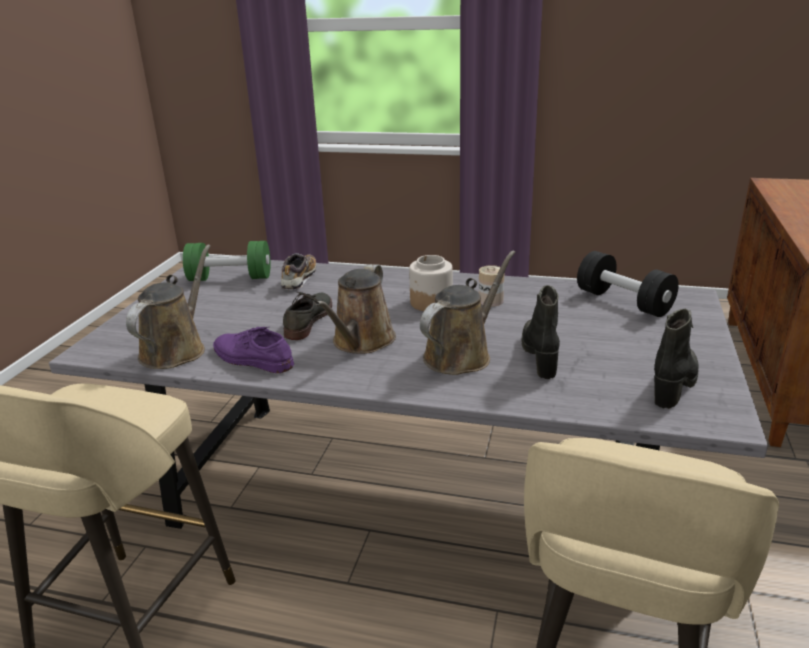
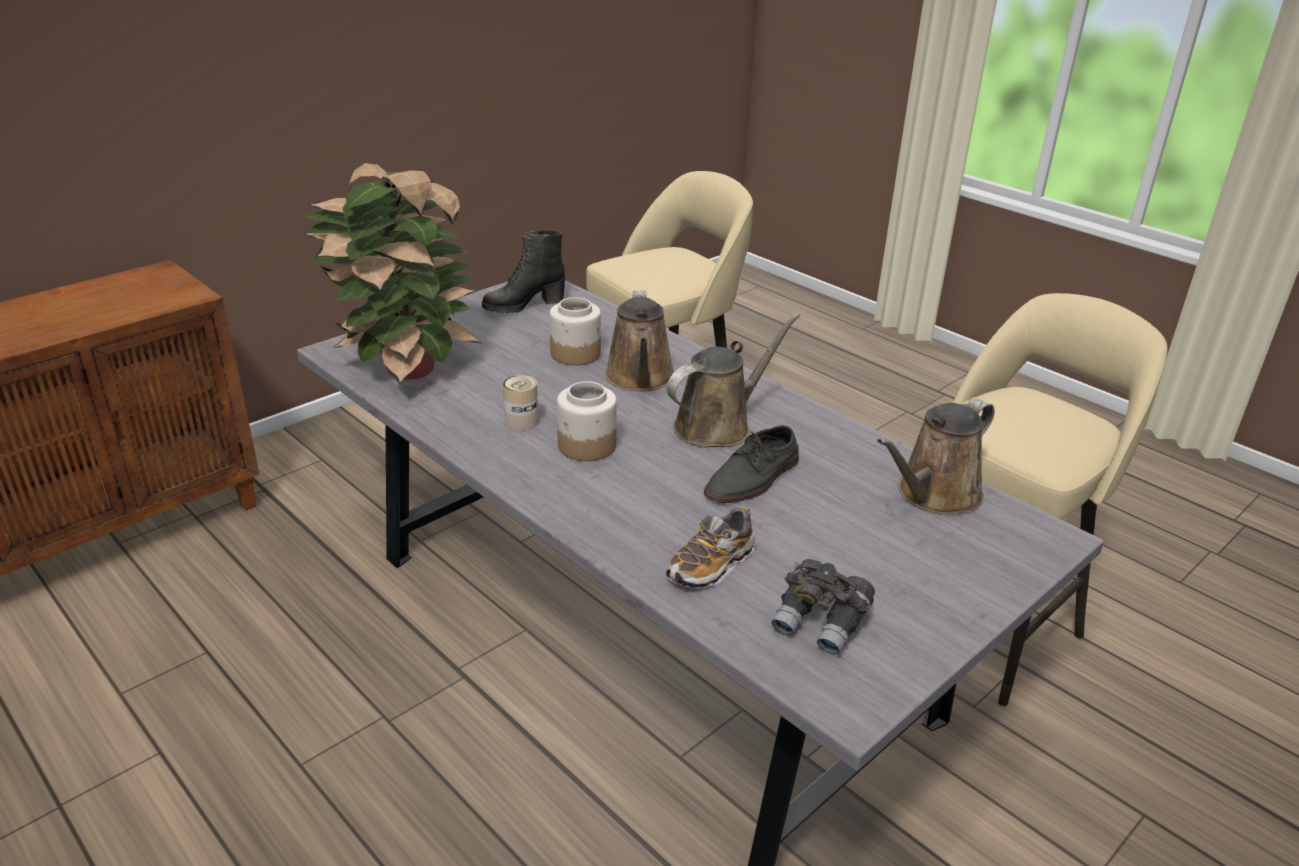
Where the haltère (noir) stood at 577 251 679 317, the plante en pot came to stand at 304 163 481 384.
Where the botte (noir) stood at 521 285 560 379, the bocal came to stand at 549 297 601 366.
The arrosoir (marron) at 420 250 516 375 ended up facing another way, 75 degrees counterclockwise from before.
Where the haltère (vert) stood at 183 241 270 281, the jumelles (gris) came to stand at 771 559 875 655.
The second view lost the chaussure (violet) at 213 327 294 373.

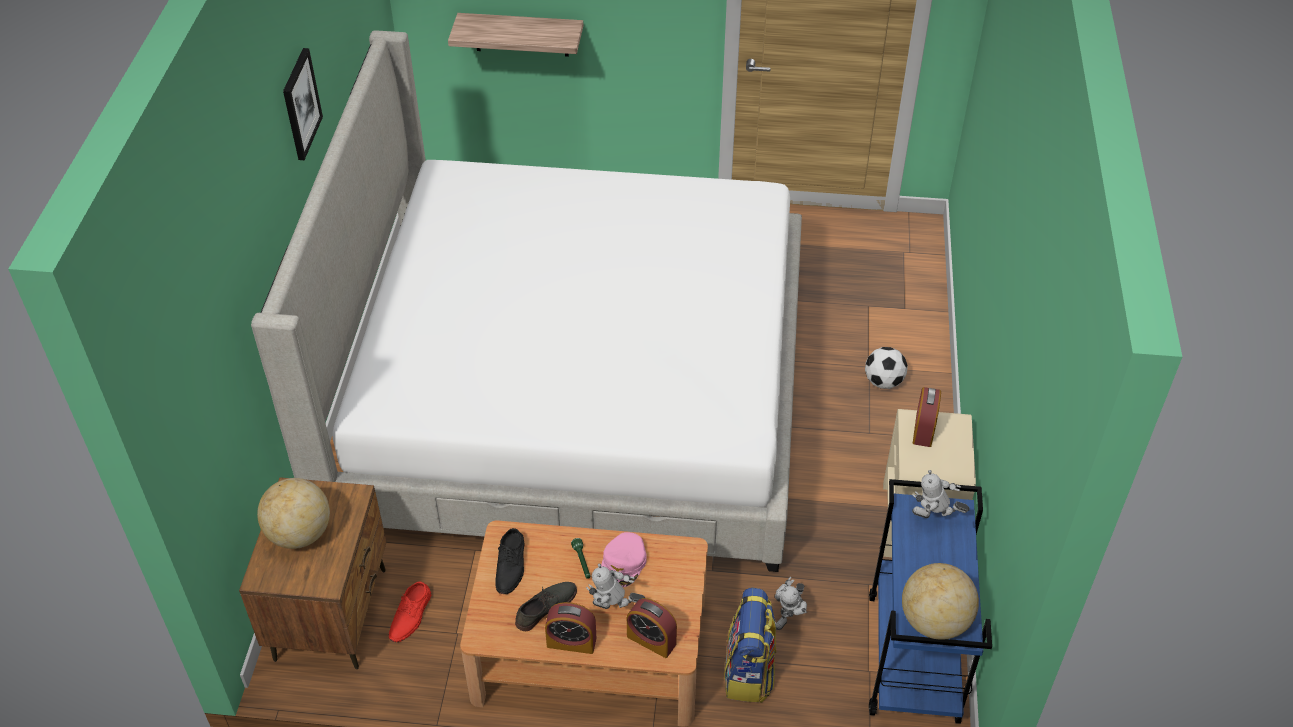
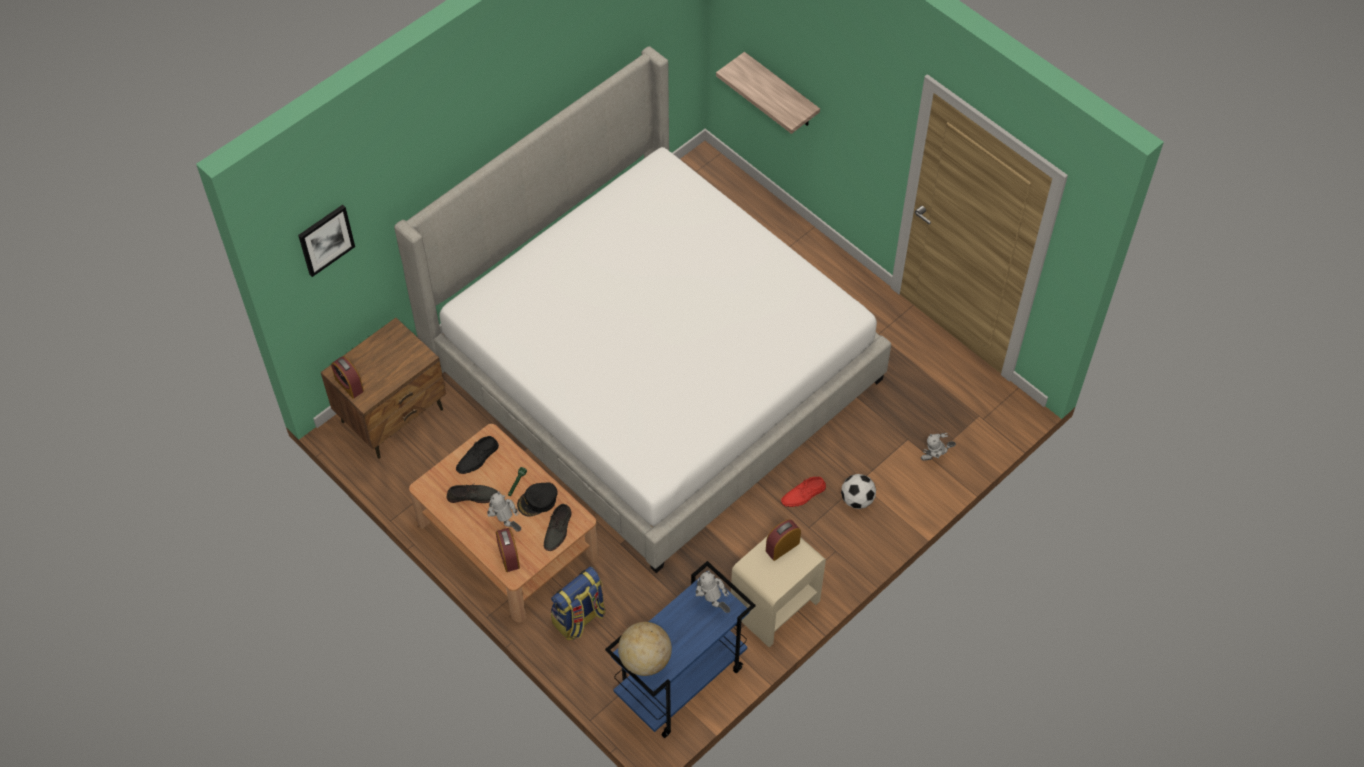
The tableau ended up elsewhere, having gone from 283 48 323 160 to 298 205 355 277.
The réveil ended up elsewhere, having gone from 545 602 596 654 to 331 356 364 399.
What was the casquette (rose) at 601 532 647 587 turned into the casquette (noir) at 517 483 558 516.
The second view gained the chaussure (gris) at 544 504 572 551.
The chaussure (rouge) ended up elsewhere, having gone from 389 582 431 642 to 781 477 826 507.
The robot jouet ended up elsewhere, having gone from 775 577 807 630 to 921 433 956 461.
The second view lost the globe at 257 478 330 549.

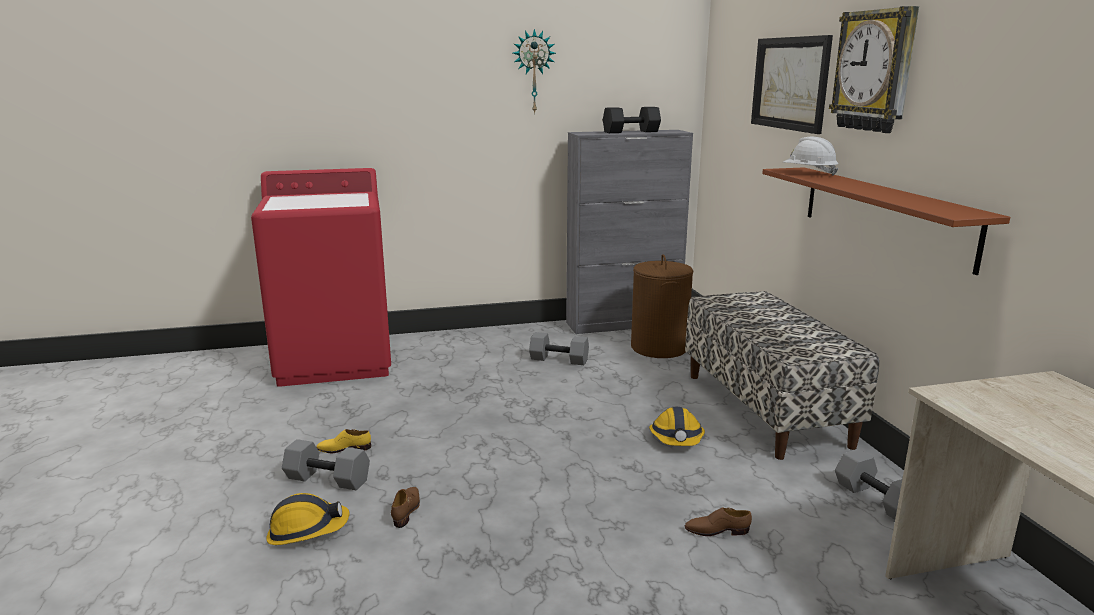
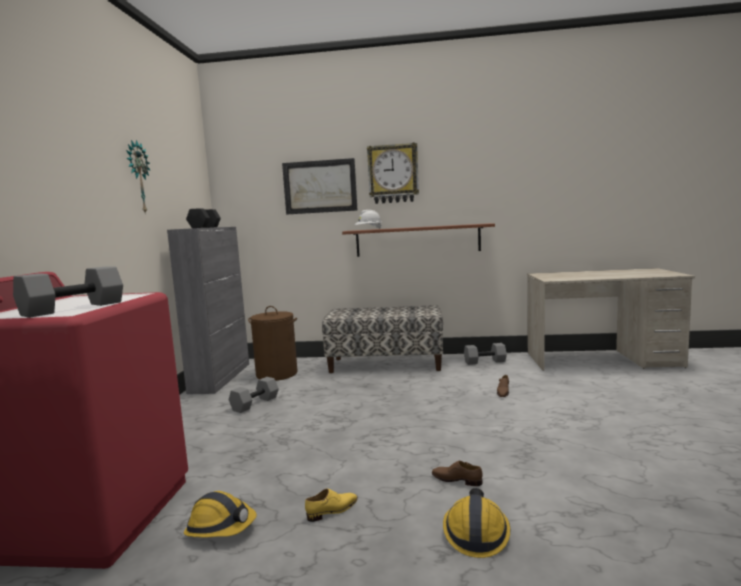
The haltère (gris) ended up elsewhere, having gone from 282 439 370 490 to 13 266 123 318.
The casque de chantier ended up elsewhere, having gone from 649 407 705 446 to 184 491 257 537.
The chaussure (jaune) at 317 429 371 453 ended up facing another way, 135 degrees counterclockwise from before.

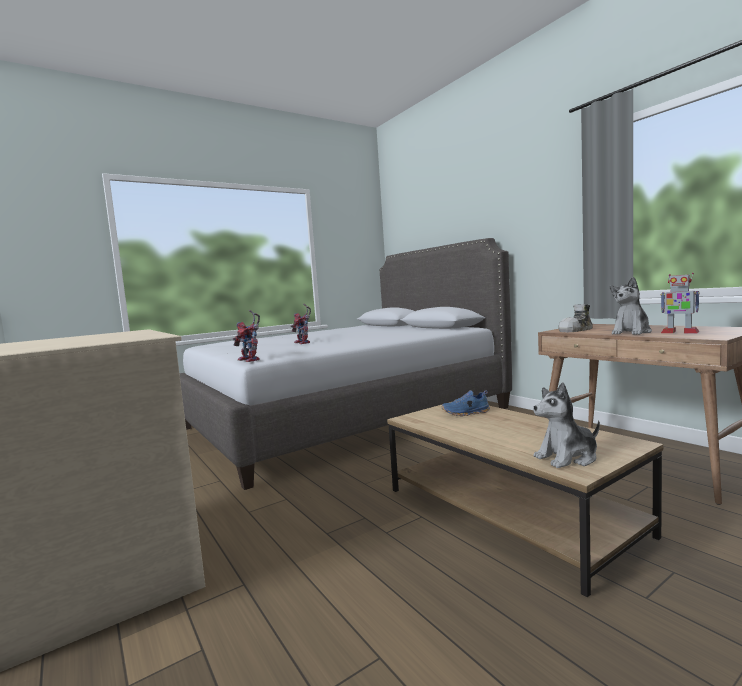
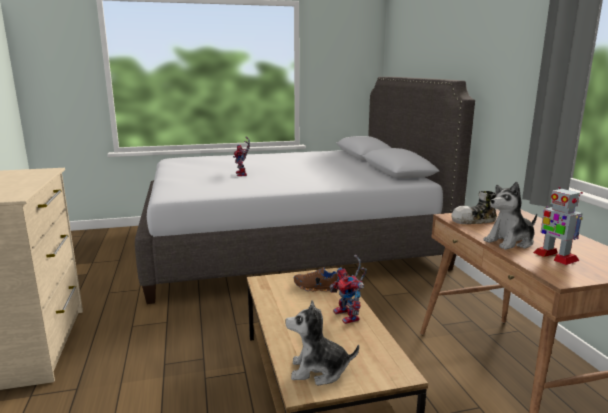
What was the chaussure (bleu) at 442 390 490 416 turned into the chaussure (marron) at 293 267 339 292.
The robot jouet ended up elsewhere, having gone from 232 310 260 362 to 330 255 367 324.

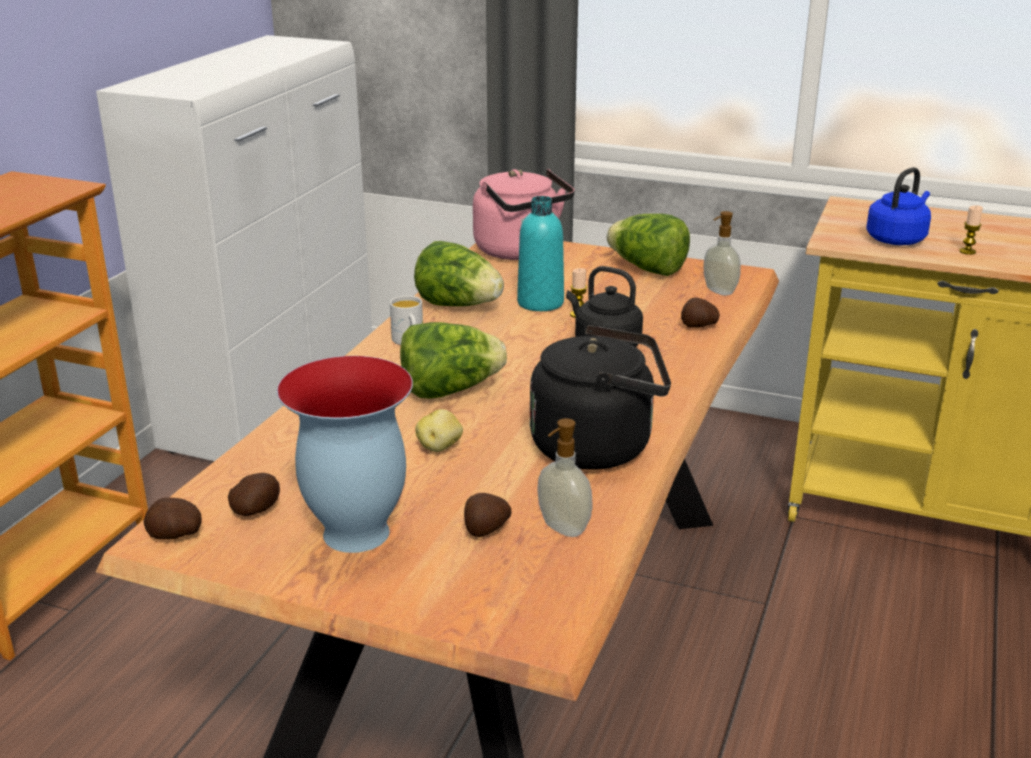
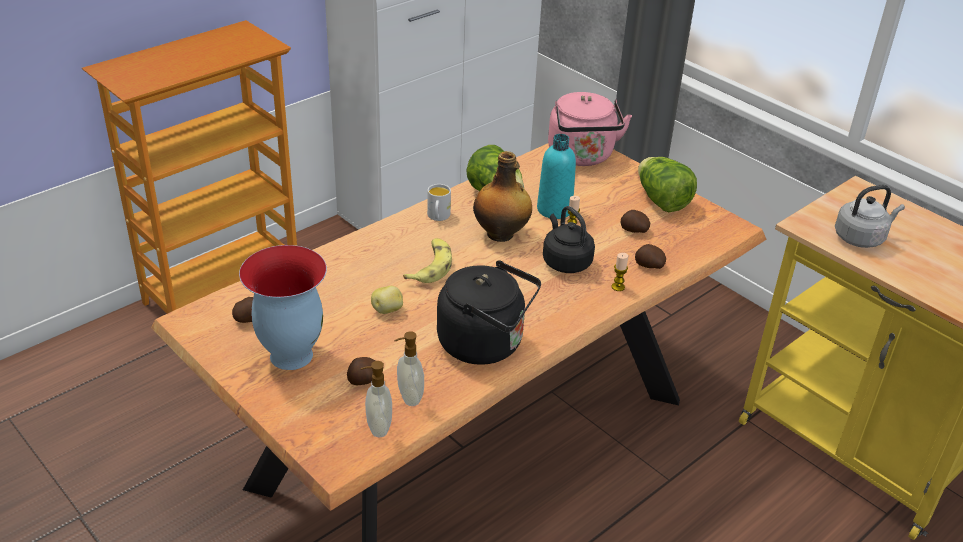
The distributeur de savon ended up elsewhere, having gone from 704 211 741 296 to 361 361 392 437.
Where the laitue stood at 400 322 507 399, the banane came to stand at 403 238 452 283.
The second view gained the bouteille at 473 151 532 242.
The bougie ended up elsewhere, having gone from 959 205 983 255 to 611 253 628 291.
The pomme de terre ended up elsewhere, having gone from 143 497 202 539 to 621 210 650 233.
What was the bouilloire (bleu) at 866 167 931 245 turned into the bouilloire (gris) at 835 185 905 248.

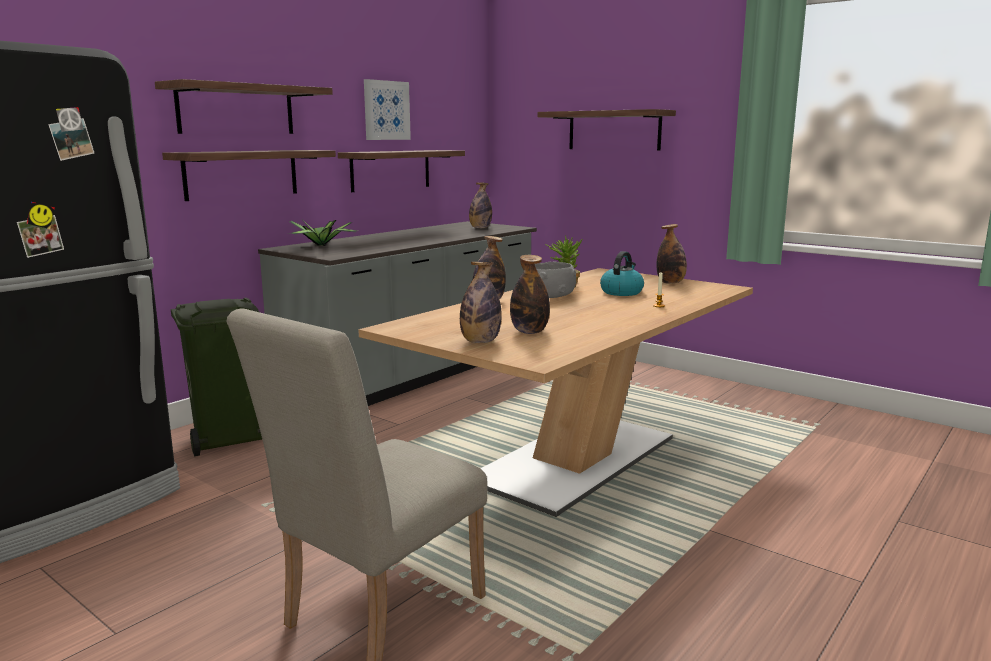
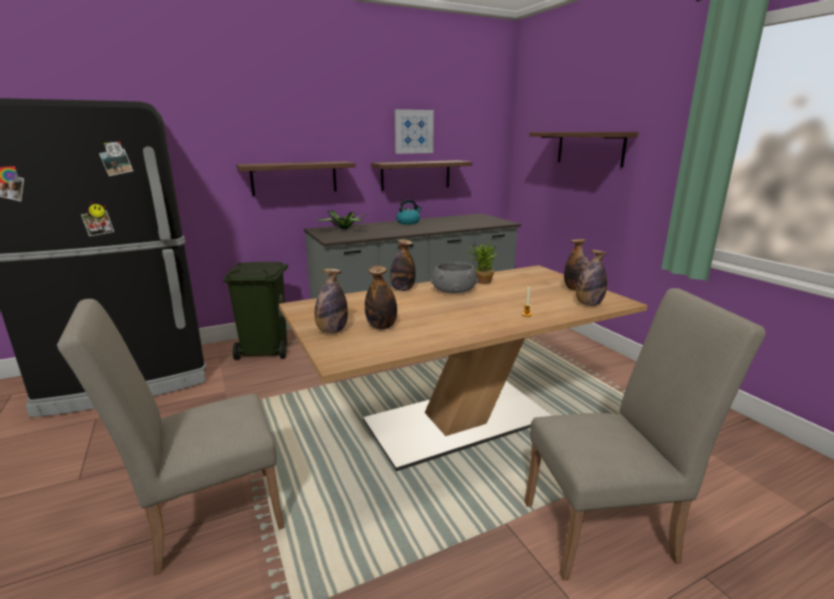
The bouilloire ended up elsewhere, having gone from 600 251 644 296 to 396 200 421 225.
The second view gained the chaise (beige) at 524 288 766 581.
The bouteille ended up elsewhere, having gone from 469 183 492 228 to 576 250 607 306.
The second view lost the étagère at 155 79 333 134.

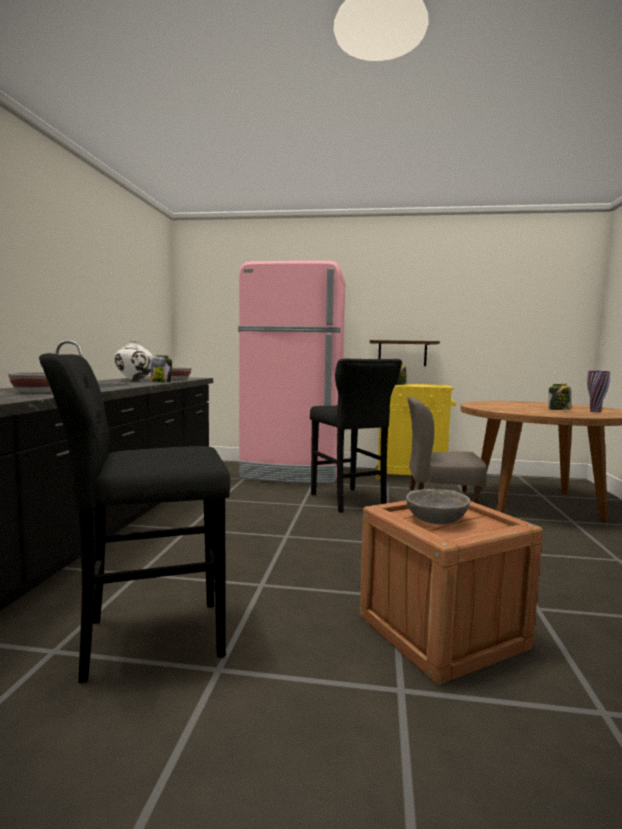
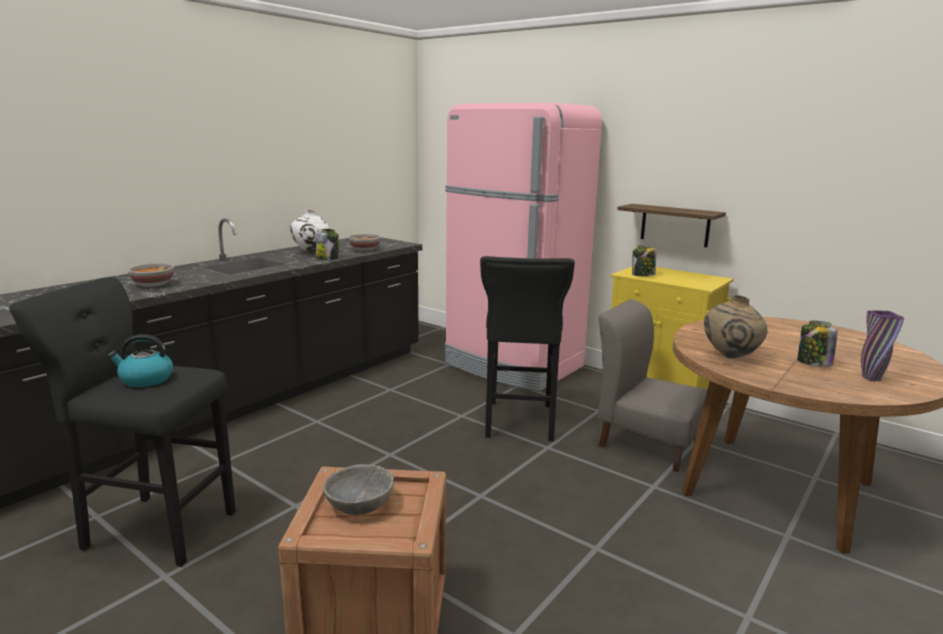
The second view gained the bouilloire at 108 334 173 387.
The second view gained the vase (beige) at 704 295 768 358.

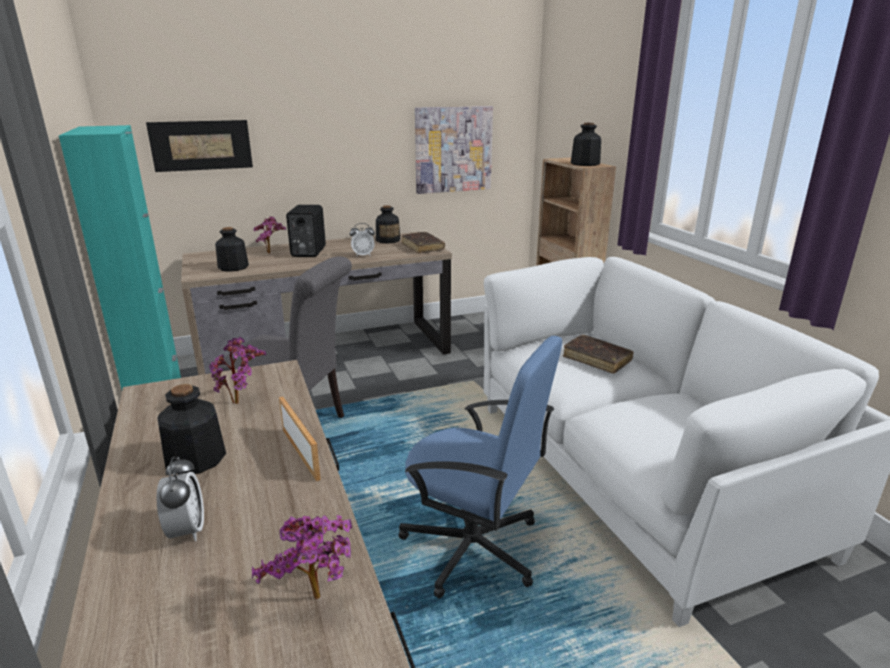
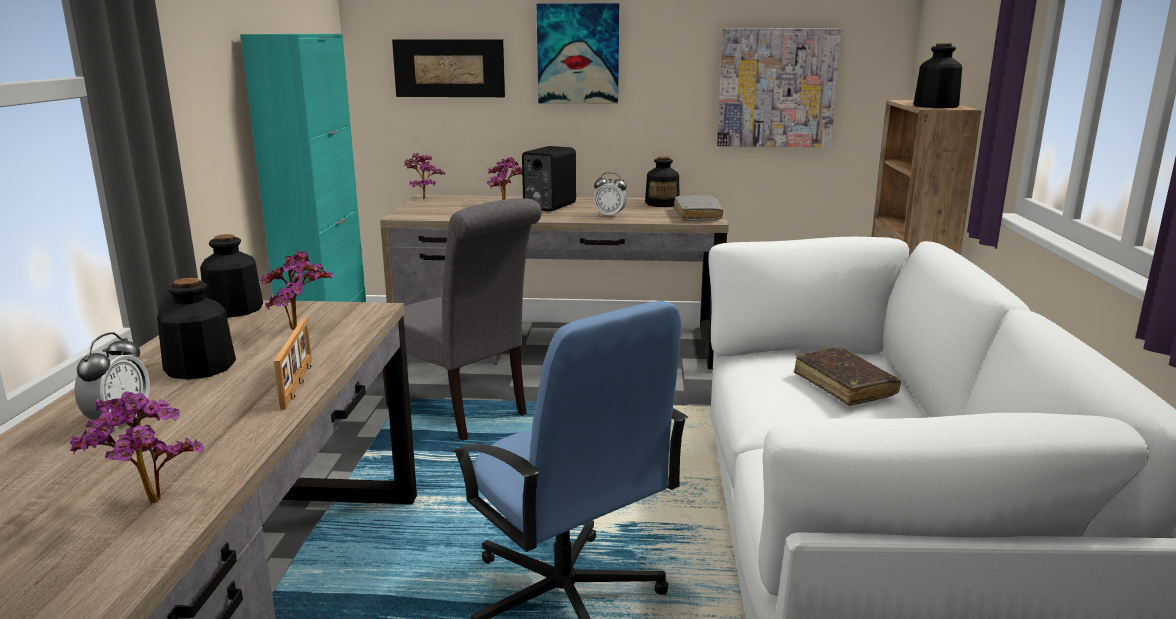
The bouteille ended up elsewhere, having gone from 215 227 249 272 to 200 234 263 318.
The second view gained the plante en pot at 405 153 445 199.
The second view gained the tableau at 537 3 619 104.
What was the livre (marron) at 402 232 445 254 turned into the livre (gris) at 674 195 723 221.

